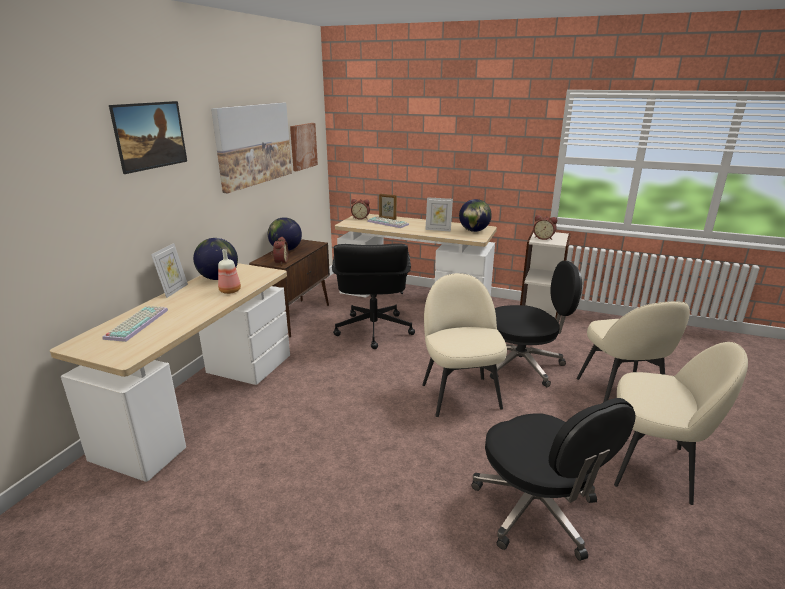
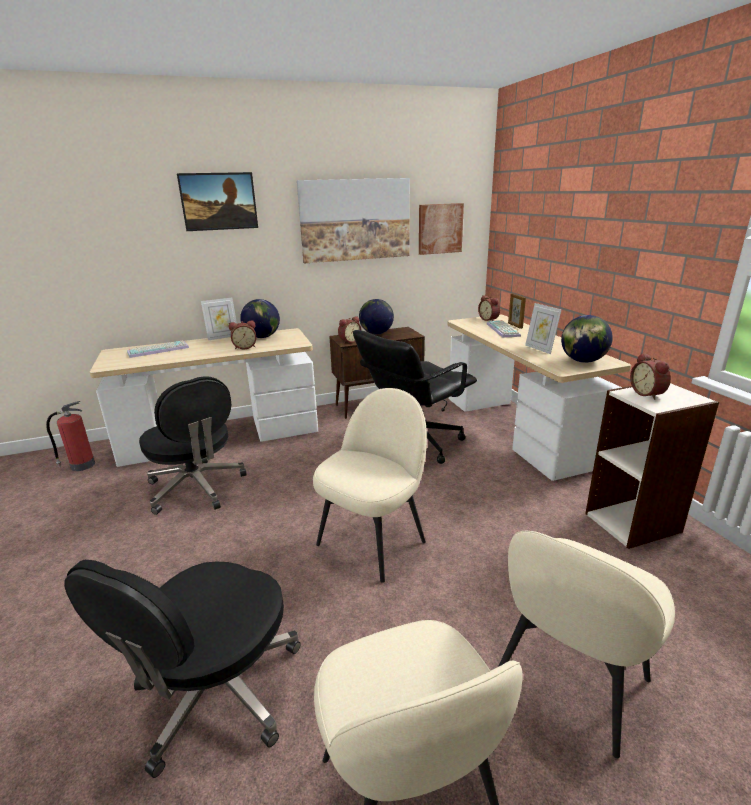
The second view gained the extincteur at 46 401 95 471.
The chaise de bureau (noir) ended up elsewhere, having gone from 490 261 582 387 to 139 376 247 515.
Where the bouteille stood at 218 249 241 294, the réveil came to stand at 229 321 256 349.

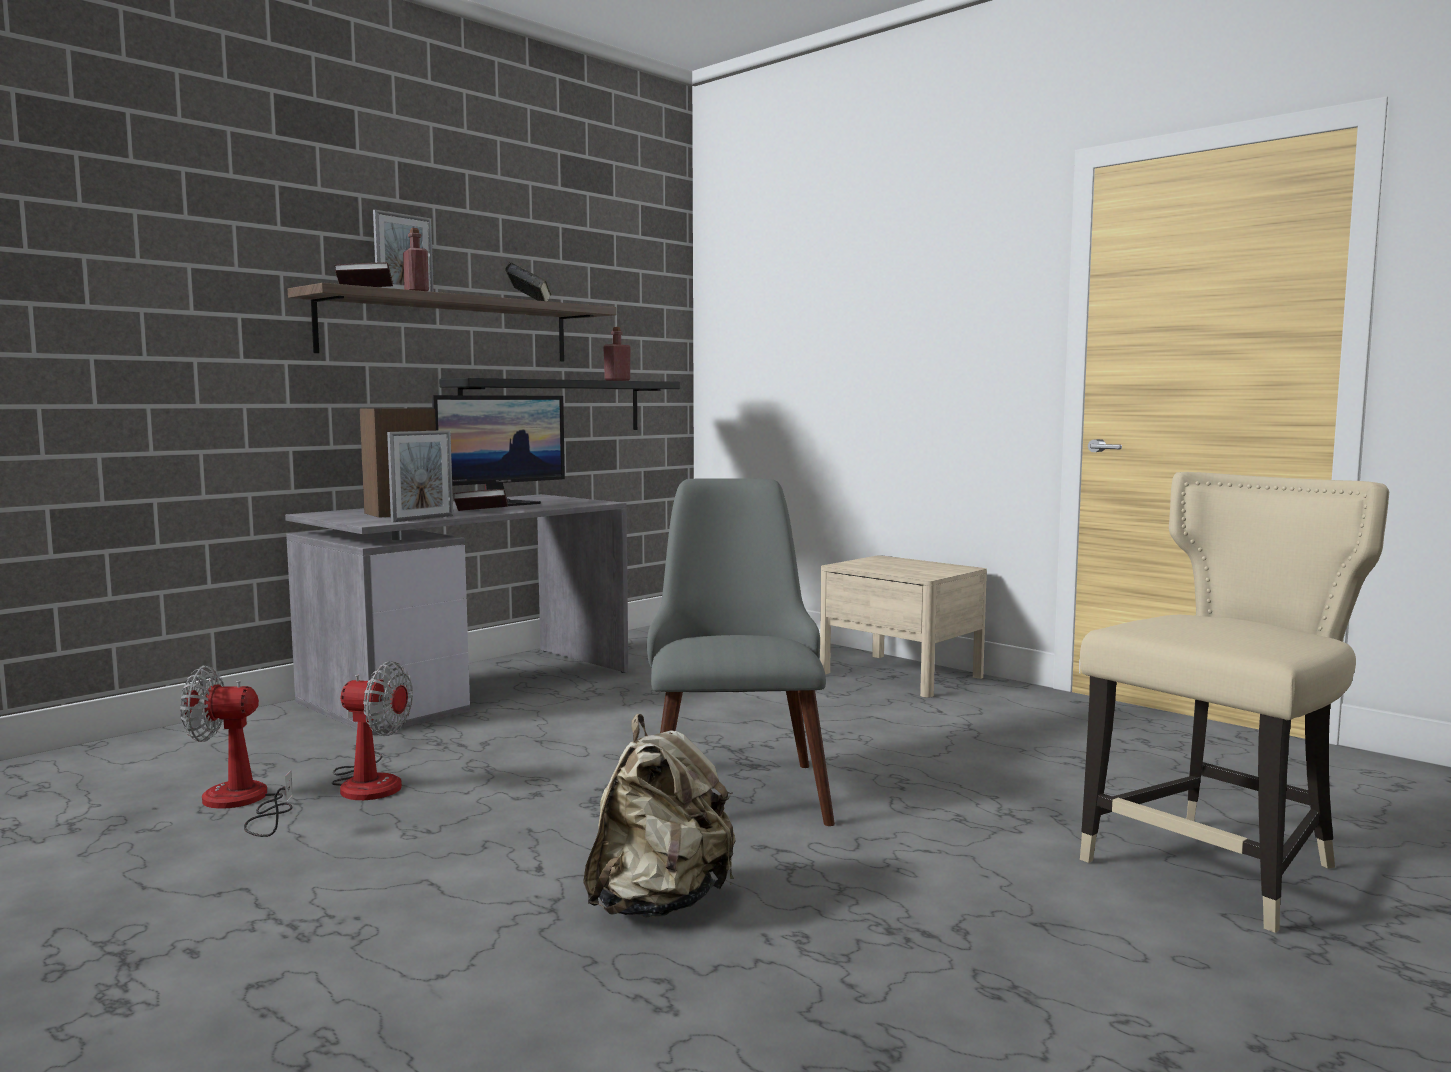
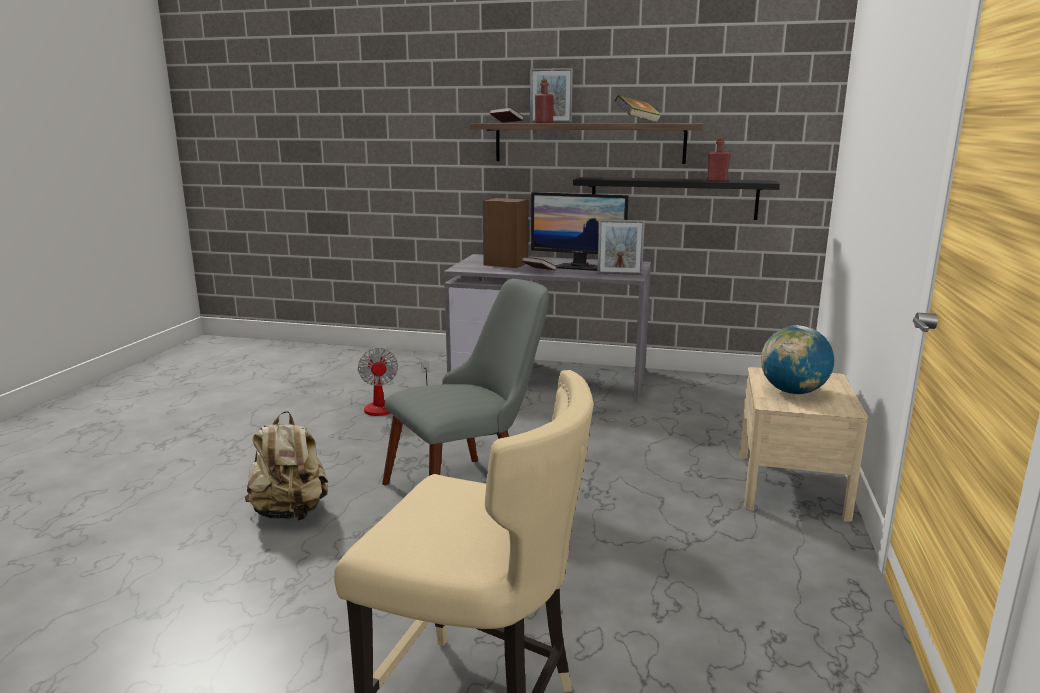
The cadre photo ended up elsewhere, having gone from 387 430 453 522 to 597 219 645 275.
The second view gained the globe at 761 325 834 395.
The second view lost the ventilateur at 180 666 293 837.

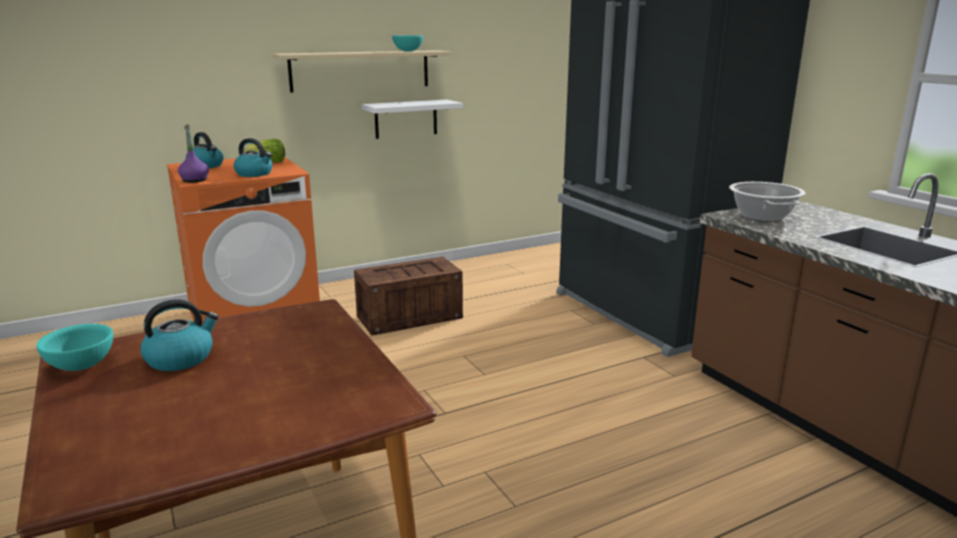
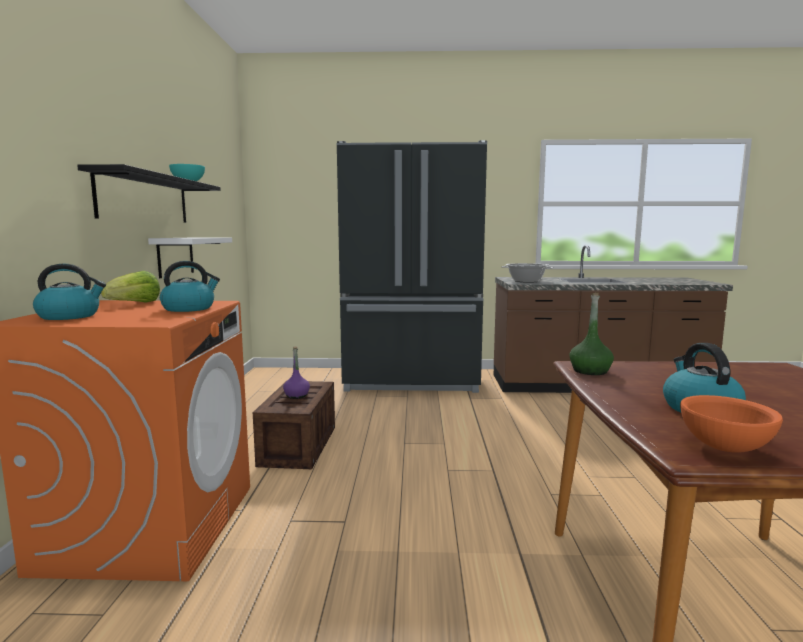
What was the étagère (beige) at 272 50 452 92 turned into the étagère (noir) at 77 164 221 223.
The bouteille (violet) ended up elsewhere, having gone from 178 124 209 183 to 283 346 310 399.
The second view gained the bouteille (vert) at 569 293 614 375.
What was the bol (turquoise) at 36 324 113 371 turned into the bol (orange) at 680 395 783 453.

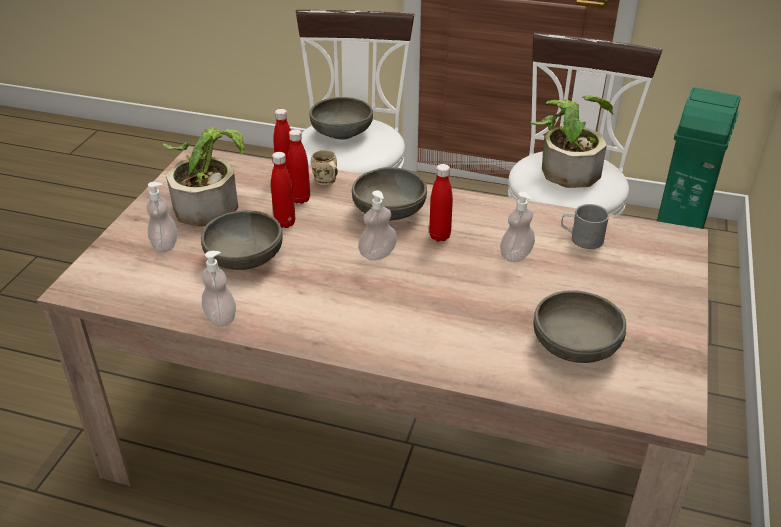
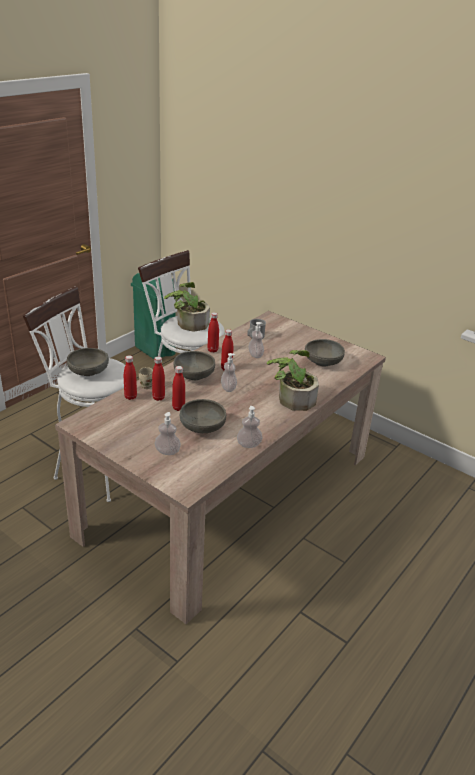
The second view gained the bouteille (rouge) at 208 312 219 353.
The plante en pot ended up elsewhere, having gone from 163 127 244 227 to 267 350 319 411.

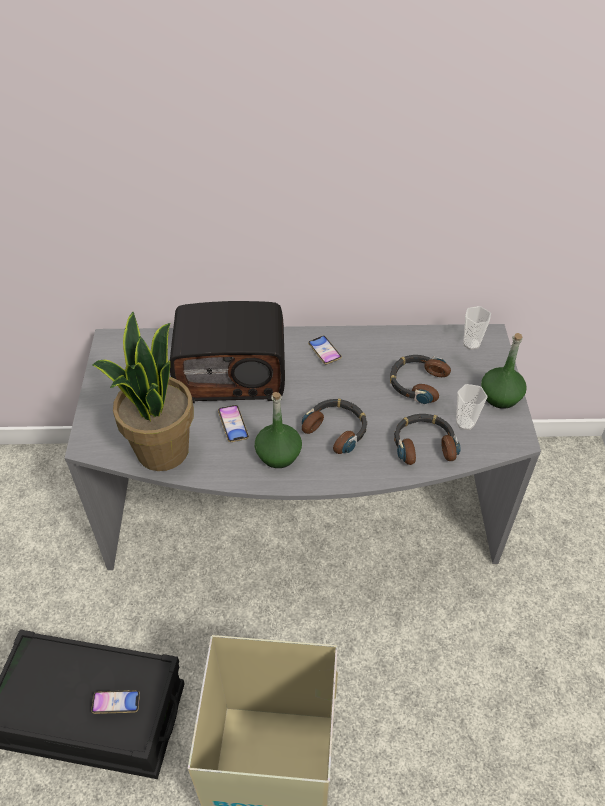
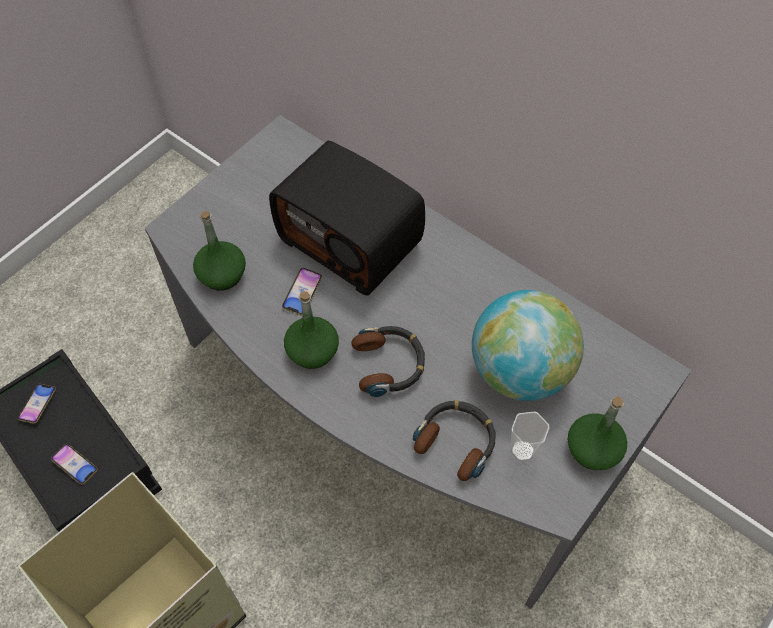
The téléphone ended up elsewhere, having gone from 308 336 342 364 to 18 384 56 424.
Where the plante en pot stood at 93 312 194 471, the bouteille (vert) came to stand at 193 211 246 291.
Where the casque audio stood at 390 355 451 404, the globe came to stand at 472 290 584 401.
The second view lost the tasse at 463 306 491 350.

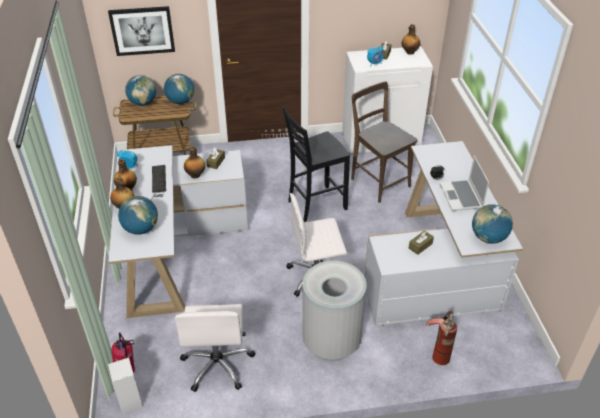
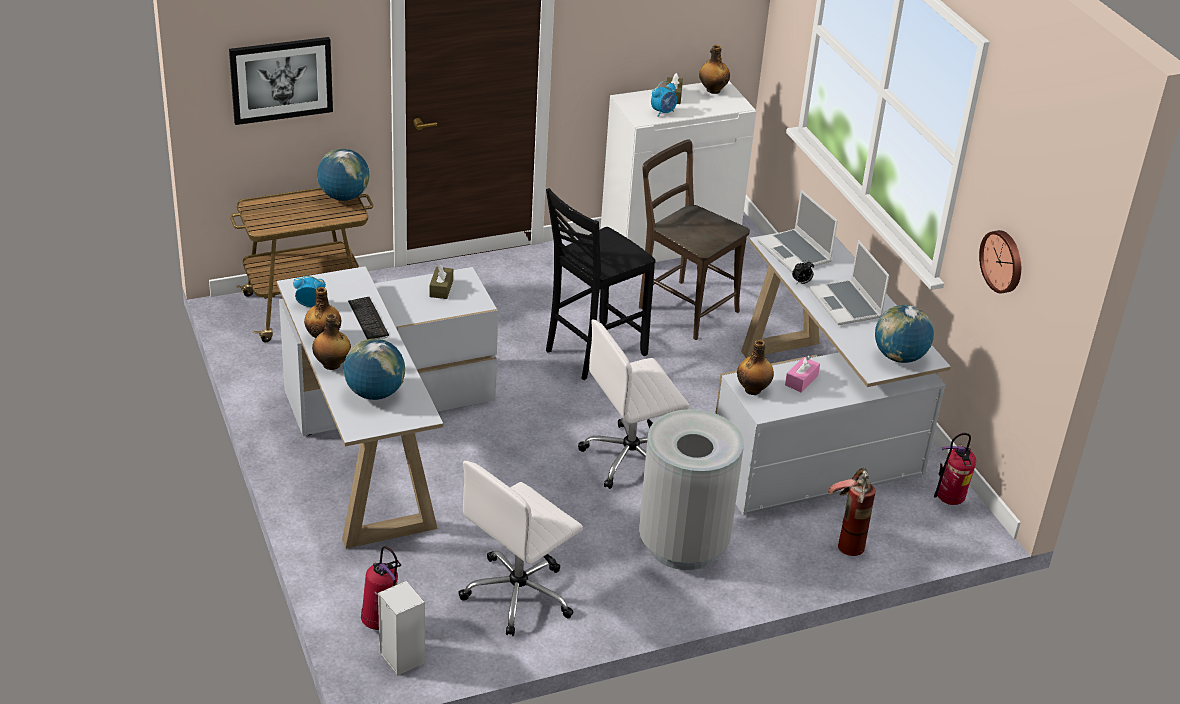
The chaise de bureau (blanc) at 175 304 255 392 ended up facing another way, 60 degrees clockwise from before.
The bouteille ended up elsewhere, having gone from 184 146 205 179 to 737 340 774 395.
The second view gained the ordinateur portable at 758 190 838 272.
What was the boîte à mouchoirs (marron) at 409 231 434 255 turned into the boîte à mouchoirs (rose) at 785 356 820 392.
The second view gained the extincteur at 934 433 976 505.
The second view gained the horloge murale at 979 230 1021 293.
The second view lost the globe at 125 75 156 106.

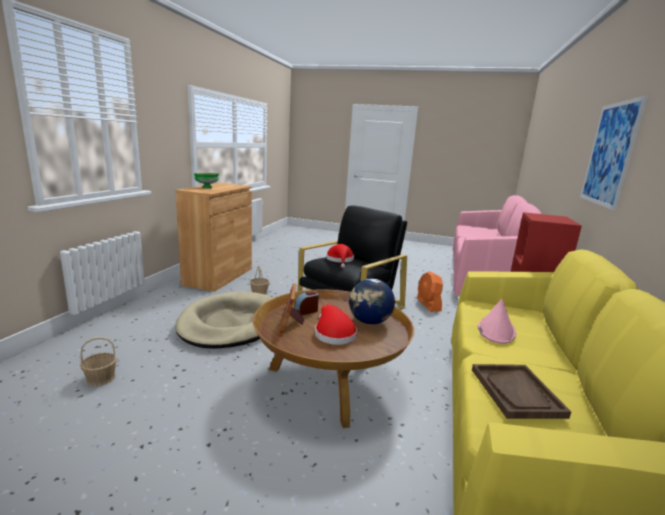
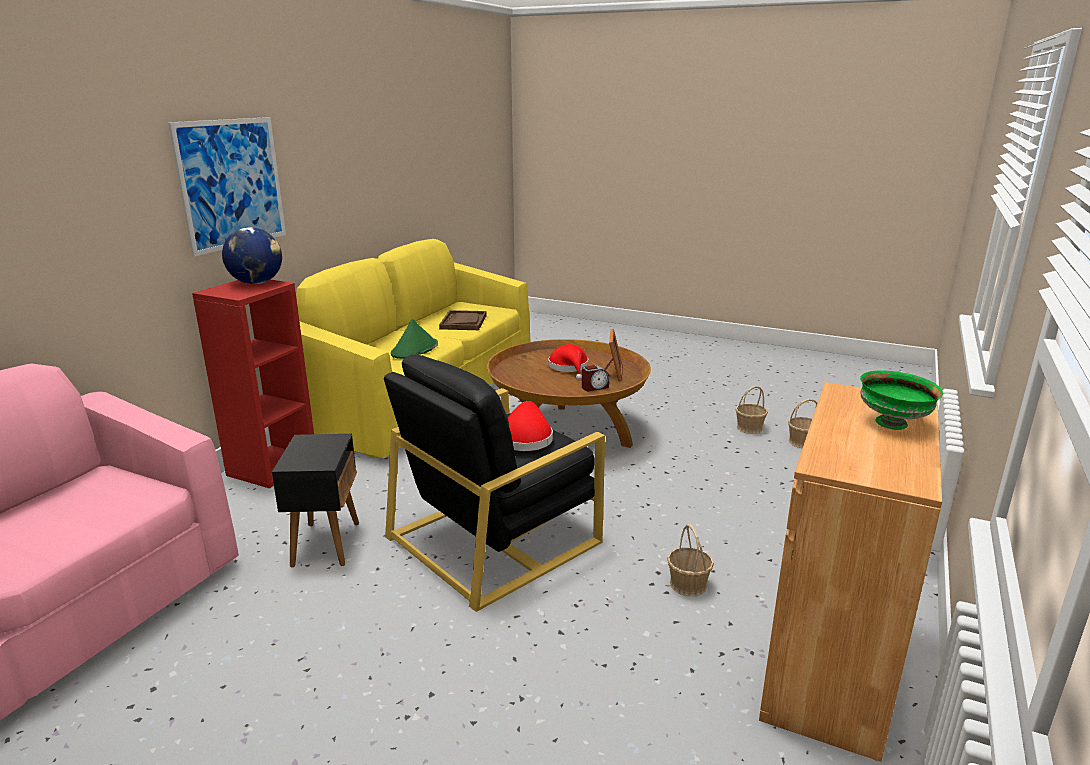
The globe ended up elsewhere, having gone from 349 279 395 325 to 222 227 282 284.
Where the ventilateur (orange) stood at 417 271 443 312, the table d'appoint (noir) came to stand at 272 434 359 567.
What was the chapeau (rose) at 477 299 516 344 turned into the chapeau (vert) at 391 319 438 359.
The second view gained the panier at 735 386 768 434.
The second view lost the panier pour chien (beige) at 175 291 273 349.

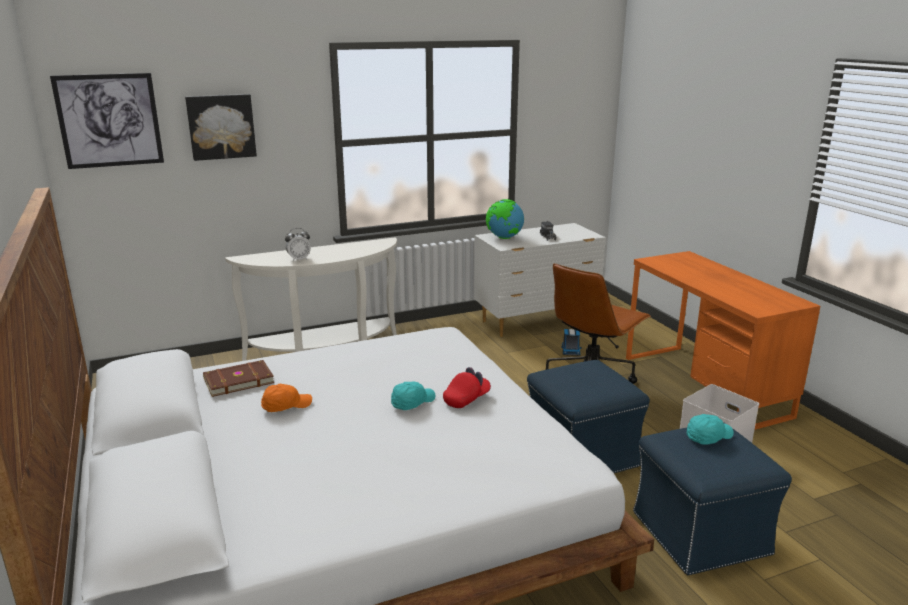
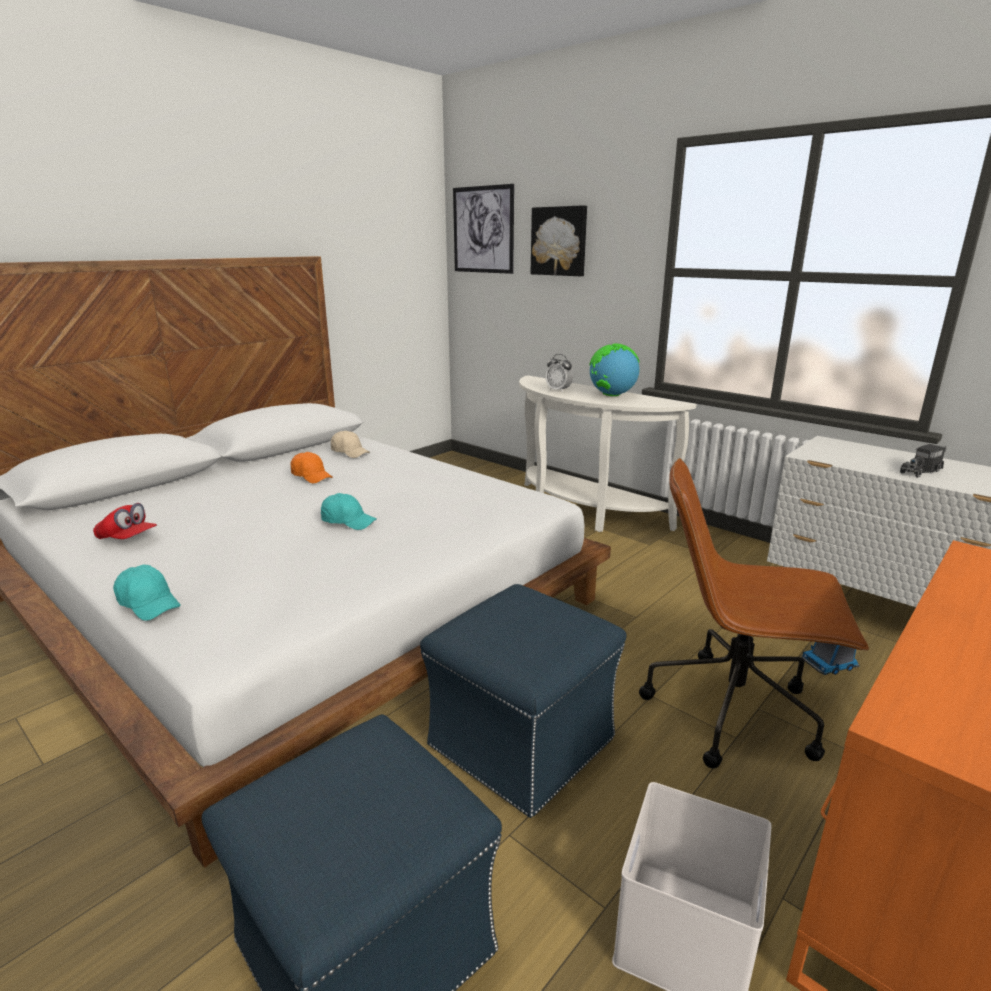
The casquette (rouge) ended up elsewhere, having gone from 443 367 491 408 to 93 503 157 539.
The casquette (turquoise) ended up elsewhere, having gone from 687 414 734 445 to 113 565 181 621.
Where the livre (marron) stood at 203 360 274 397, the casquette (beige) came to stand at 331 431 370 458.
The globe ended up elsewhere, having gone from 486 199 524 239 to 589 344 640 396.

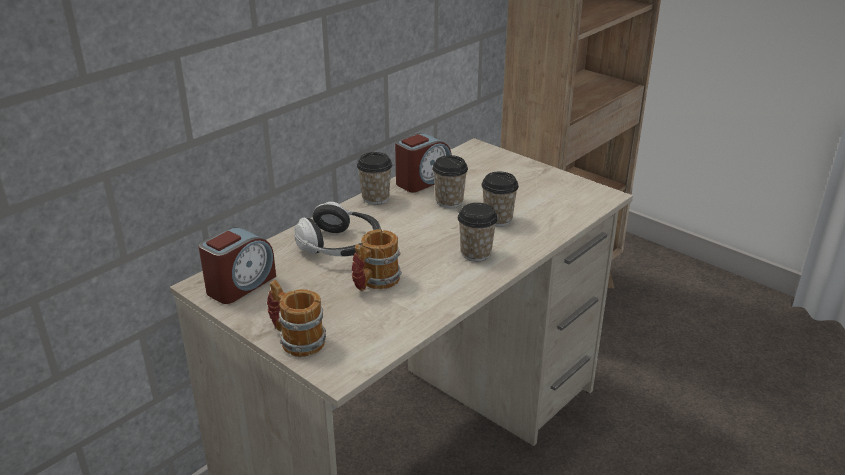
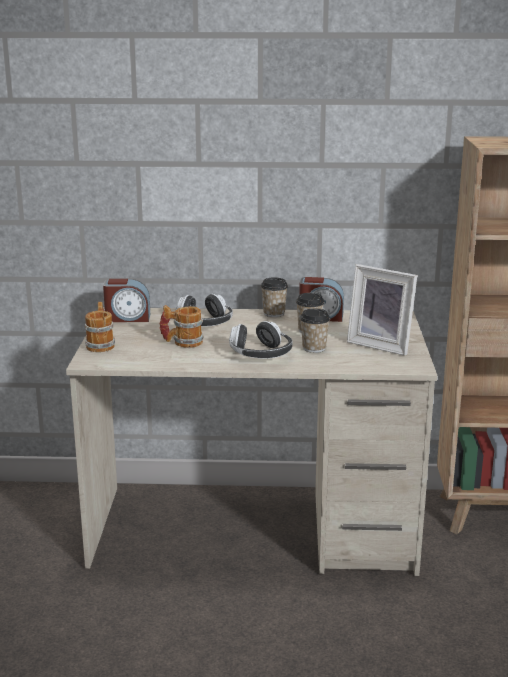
Where the tasse stood at 458 203 498 261, the casque audio came to stand at 229 321 292 359.
The second view gained the cadre photo at 347 264 417 356.

